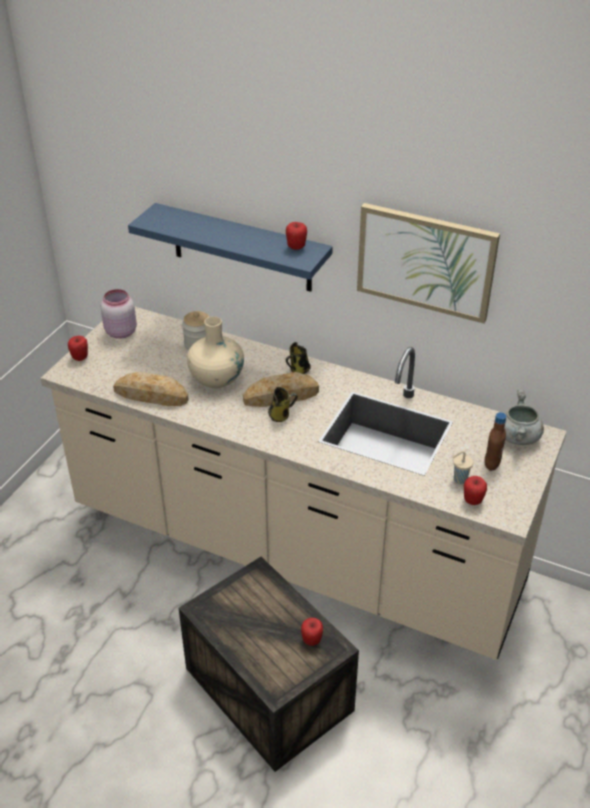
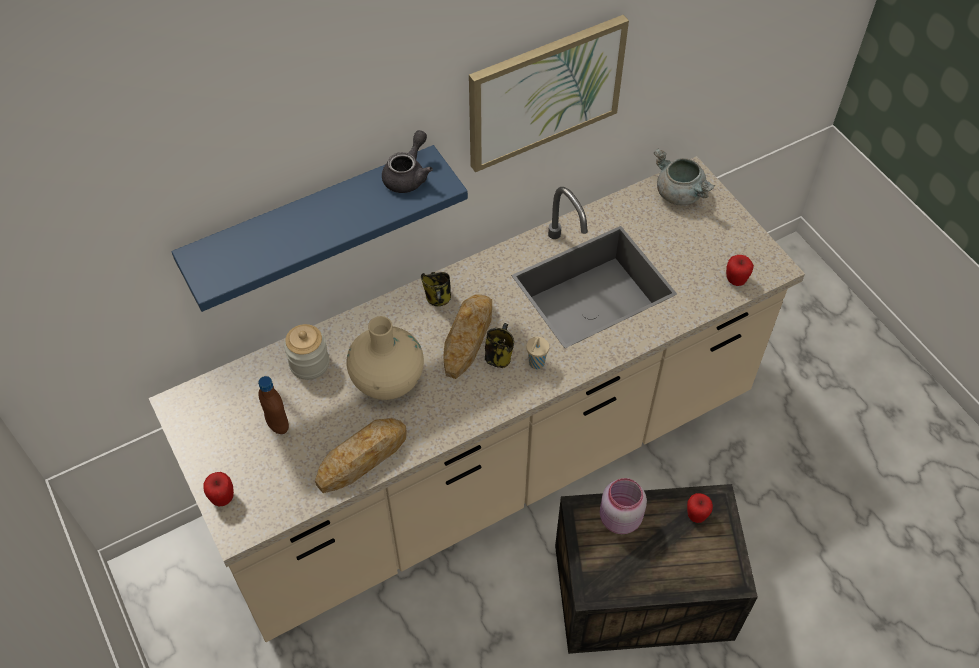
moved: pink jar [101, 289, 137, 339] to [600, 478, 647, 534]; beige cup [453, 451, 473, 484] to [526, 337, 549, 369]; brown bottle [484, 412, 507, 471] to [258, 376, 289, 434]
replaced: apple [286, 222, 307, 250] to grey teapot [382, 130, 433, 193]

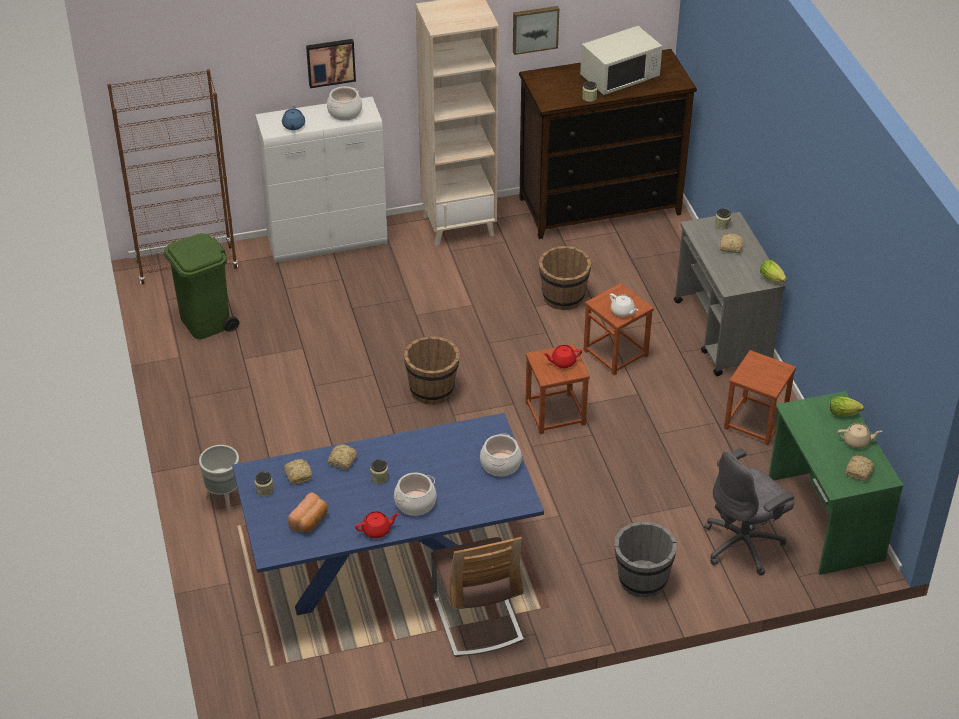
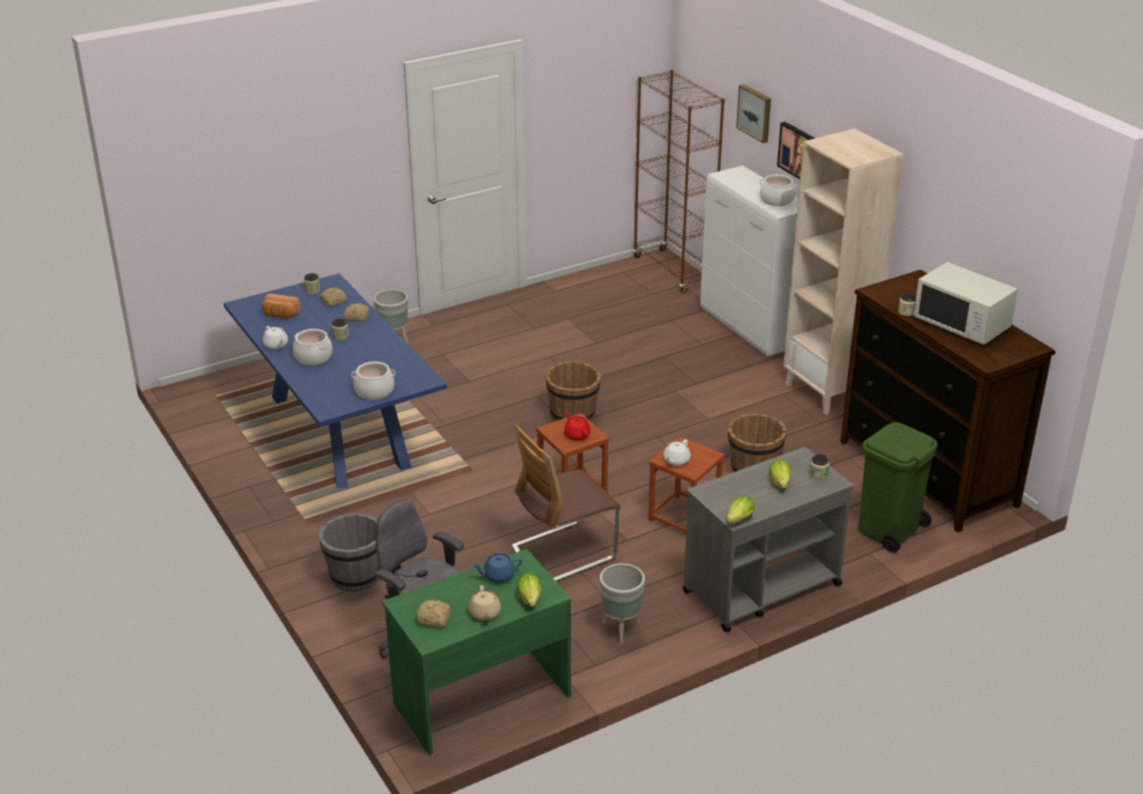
moved: green trash can [164, 233, 239, 339] to [858, 422, 937, 553]; blue teapot [282, 106, 305, 130] to [472, 553, 522, 583]; chair [431, 537, 524, 657] to [512, 424, 621, 581]; picture [513, 6, 559, 55] to [736, 84, 771, 143]
replaced: bread [720, 234, 743, 253] to lettuce [769, 459, 791, 488]; brown stool [724, 350, 796, 445] to grey planter [600, 563, 645, 644]
recoloured: red teapot [355, 511, 399, 538] to white teapot [262, 326, 288, 349]

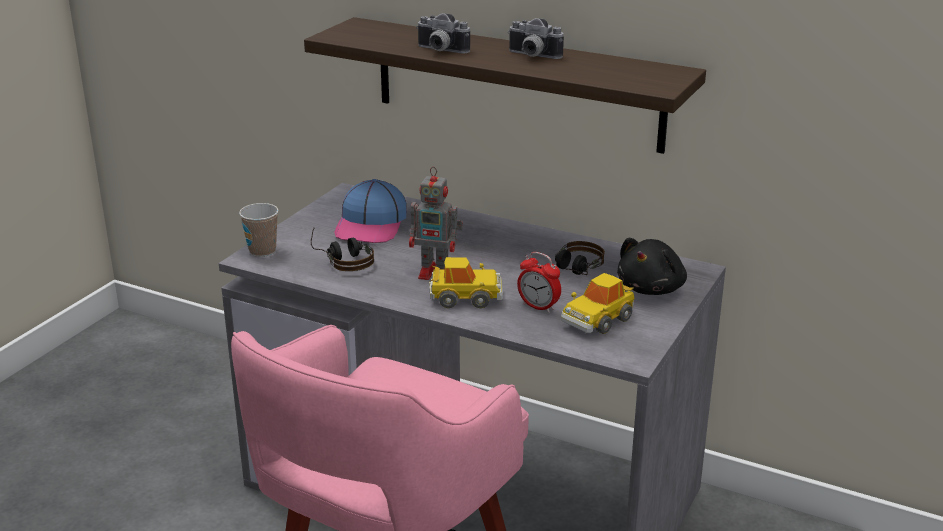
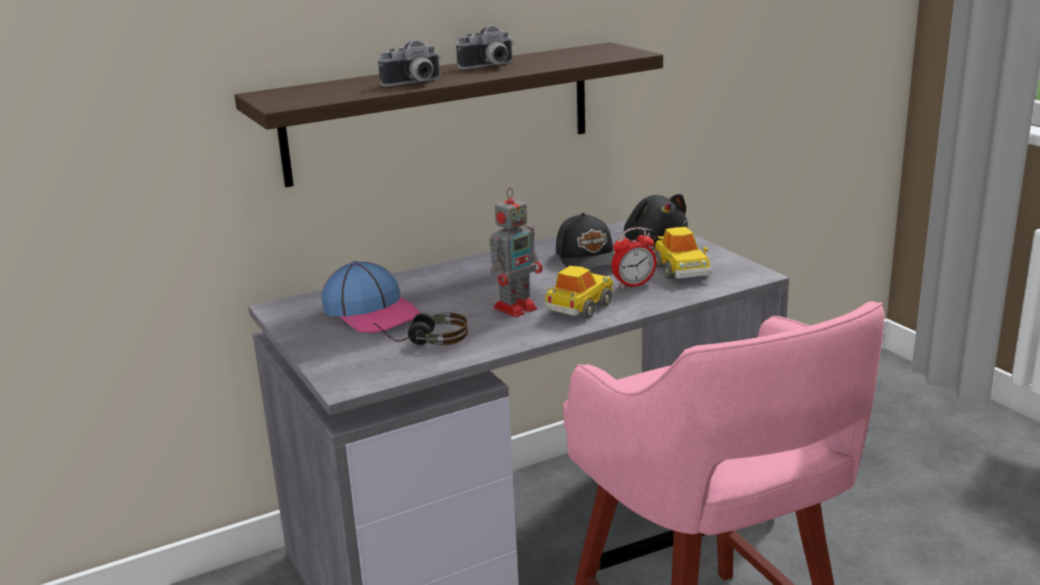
removed: cup [239, 203, 279, 257]
replaced: headphones [555, 241, 605, 275] to black cap [556, 213, 614, 269]

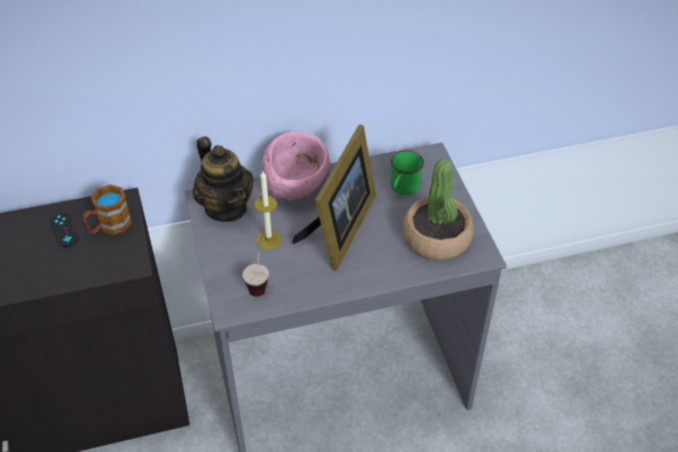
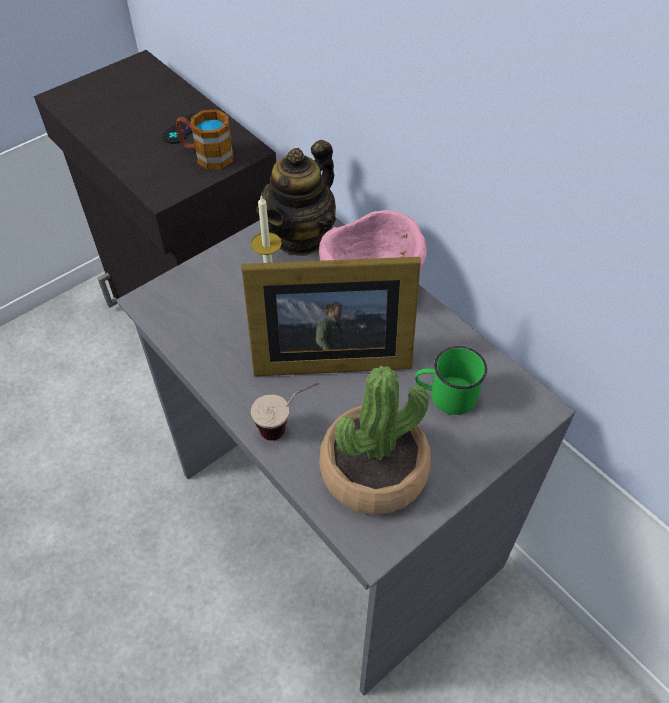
moved: cup [243, 236, 269, 296] to [251, 382, 319, 441]

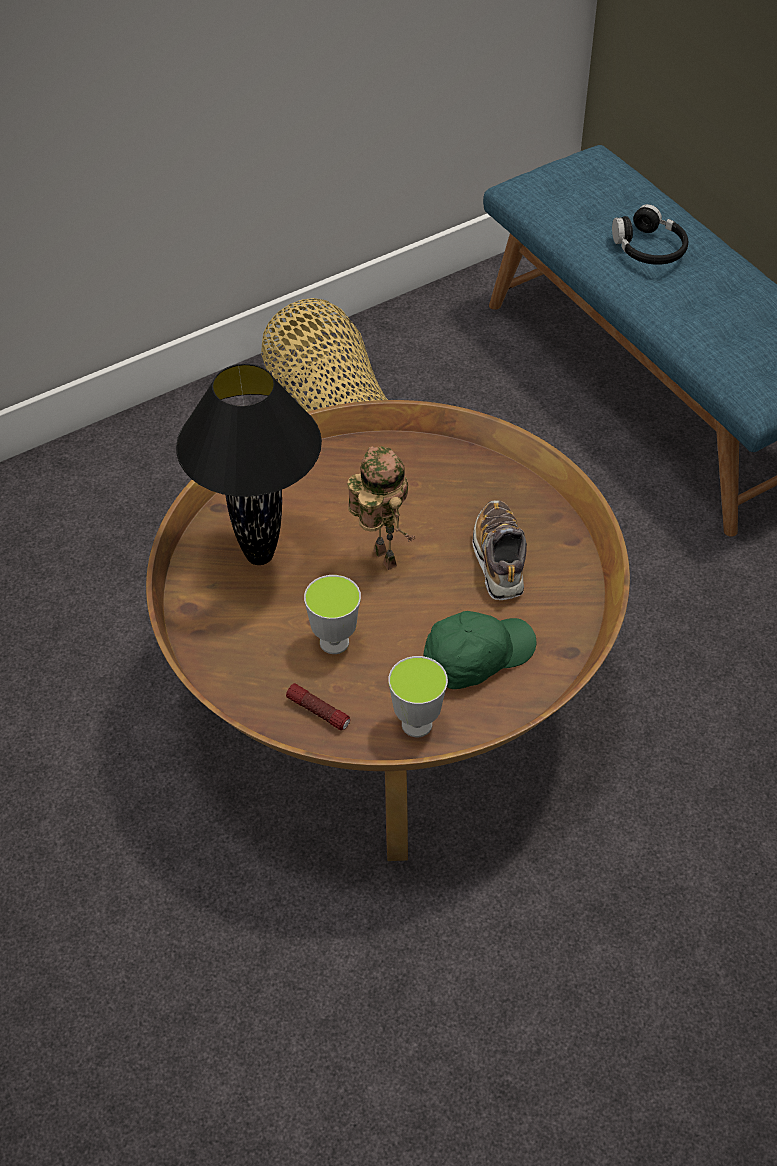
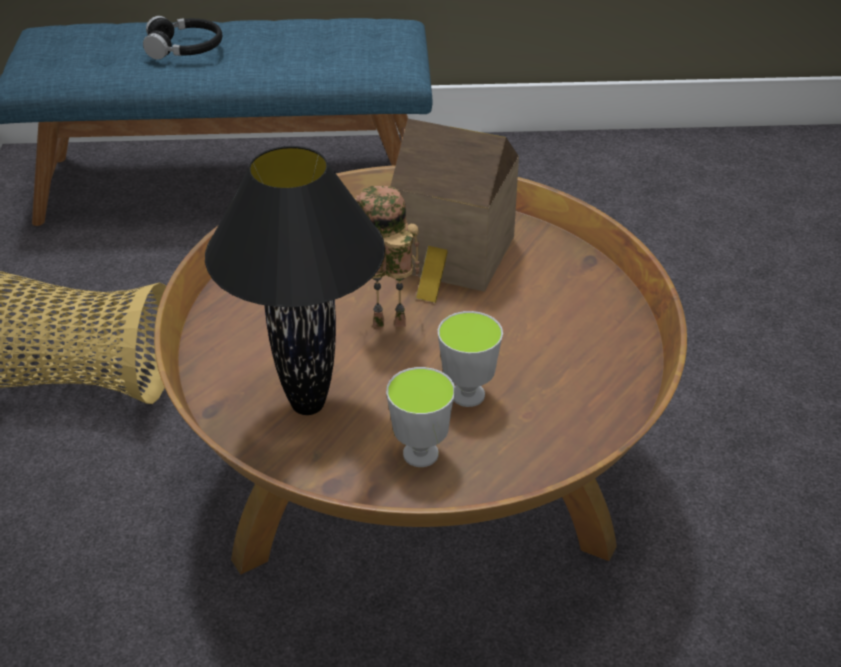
removed: flashlight [286, 683, 350, 730]; green cap [423, 611, 536, 689]
moved: cup [389, 656, 448, 737] to [386, 367, 455, 467]
replaced: shoe [472, 500, 527, 600] to toy house [391, 119, 519, 303]

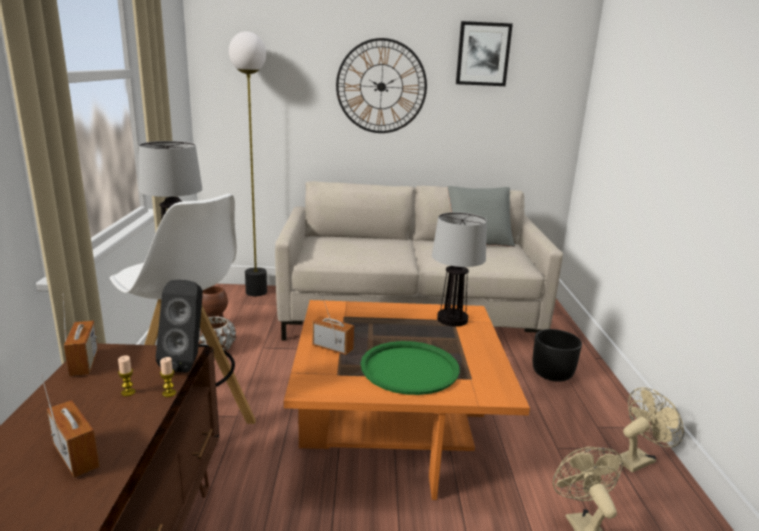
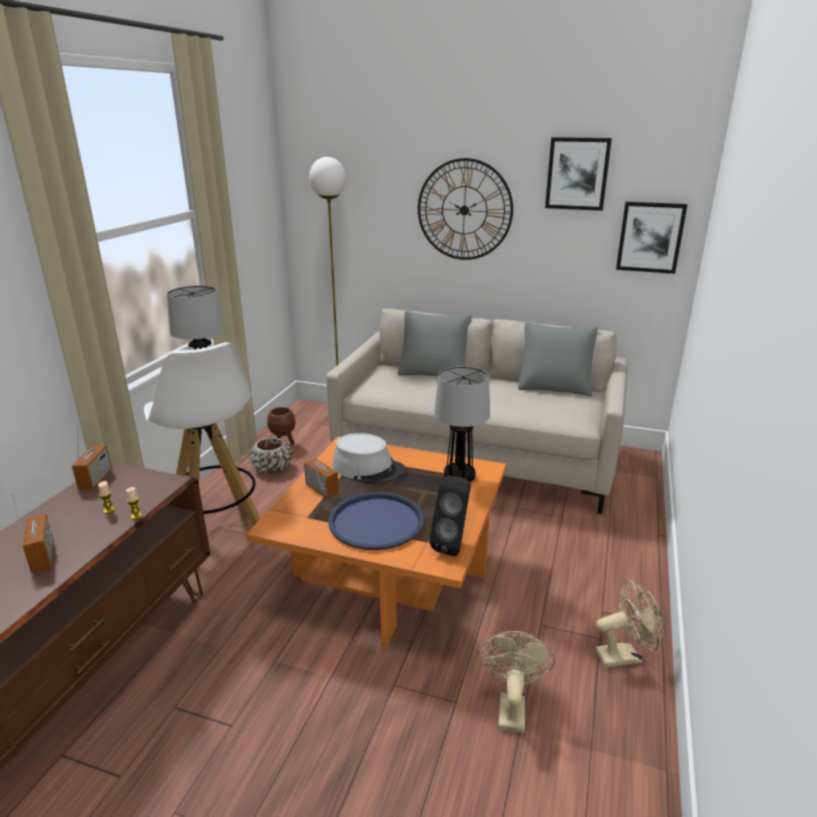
removed: black planter [533, 329, 582, 382]
added: grey hat [332, 433, 405, 484]; grey pillow [398, 311, 472, 376]; picture [616, 202, 687, 274]
moved: black speaker [156, 280, 203, 373] to [429, 476, 471, 556]
recoloured: green tray [361, 341, 460, 395] to blue tray [328, 492, 424, 550]

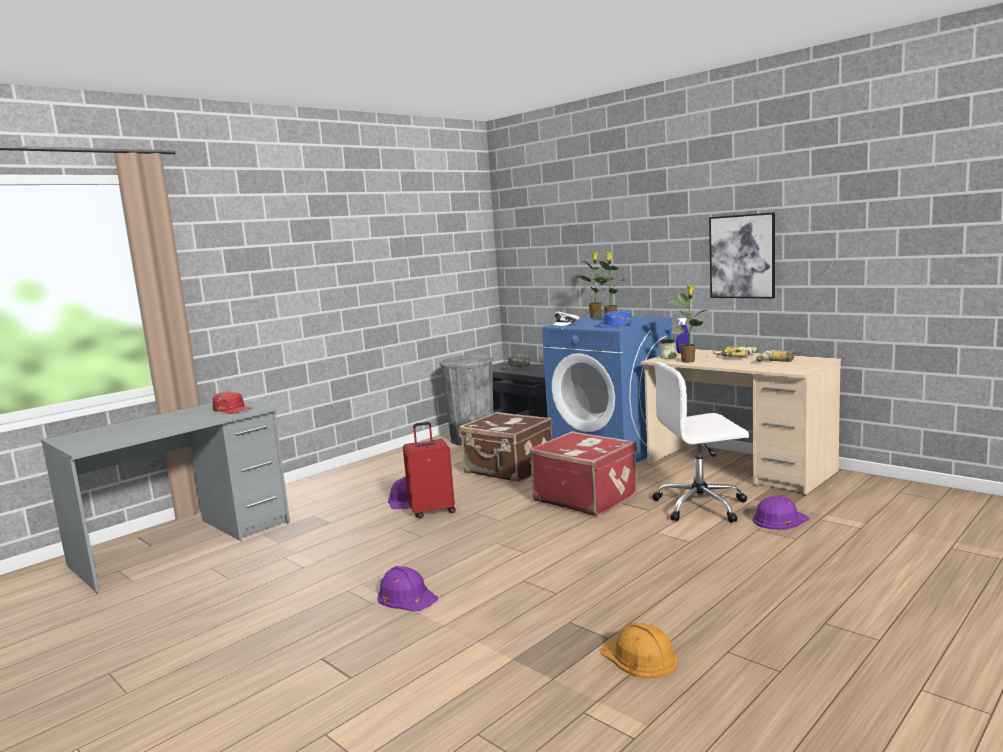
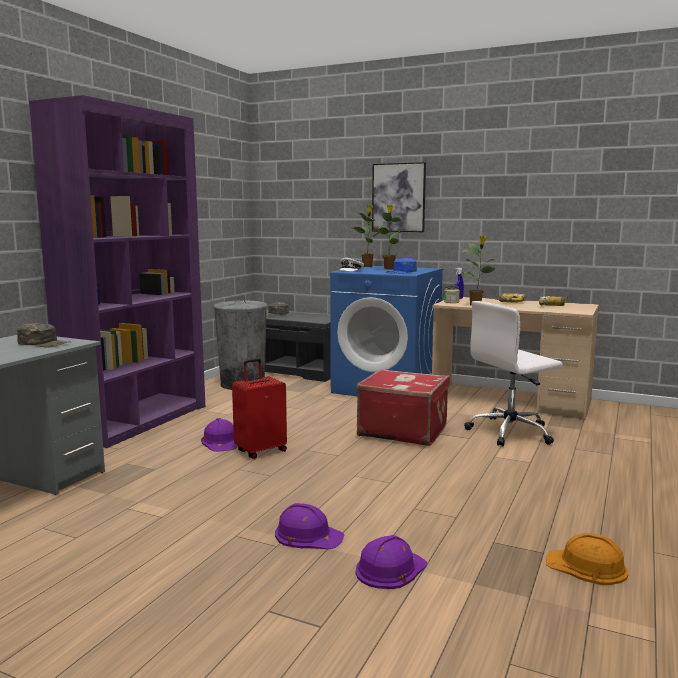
removed: brown suitcase [459, 412, 553, 482]
added: purple bookcase [29, 95, 205, 448]
moved: picture [709, 213, 775, 298] to [372, 162, 426, 232]; purple hard hat [753, 495, 809, 530] to [355, 535, 427, 589]
recoloured: red cap [213, 391, 253, 414] to green cap [17, 323, 70, 348]

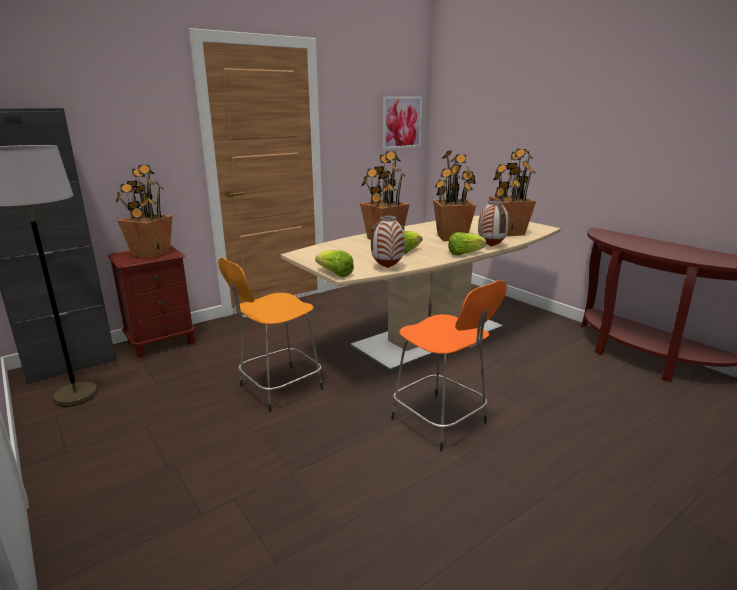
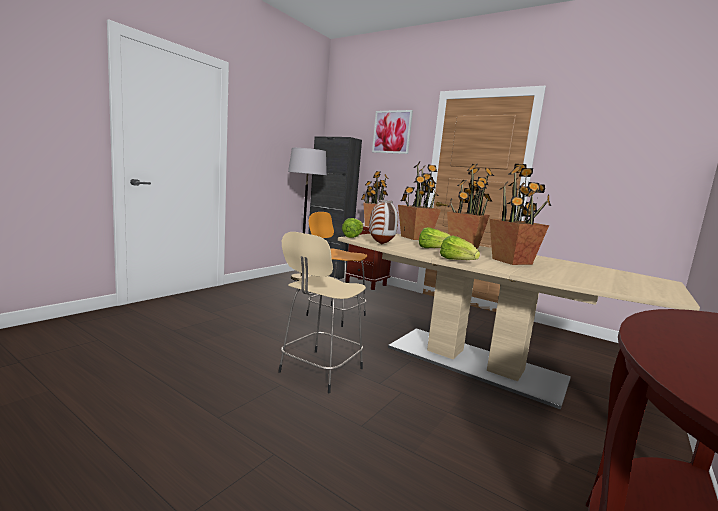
removed: vase [478, 200, 509, 247]
moved: picture [382, 96, 422, 149] to [372, 110, 413, 154]; potted plant [489, 149, 536, 236] to [398, 161, 441, 240]
recoloured: orange stool [391, 280, 507, 452] to beige stool [278, 232, 366, 393]

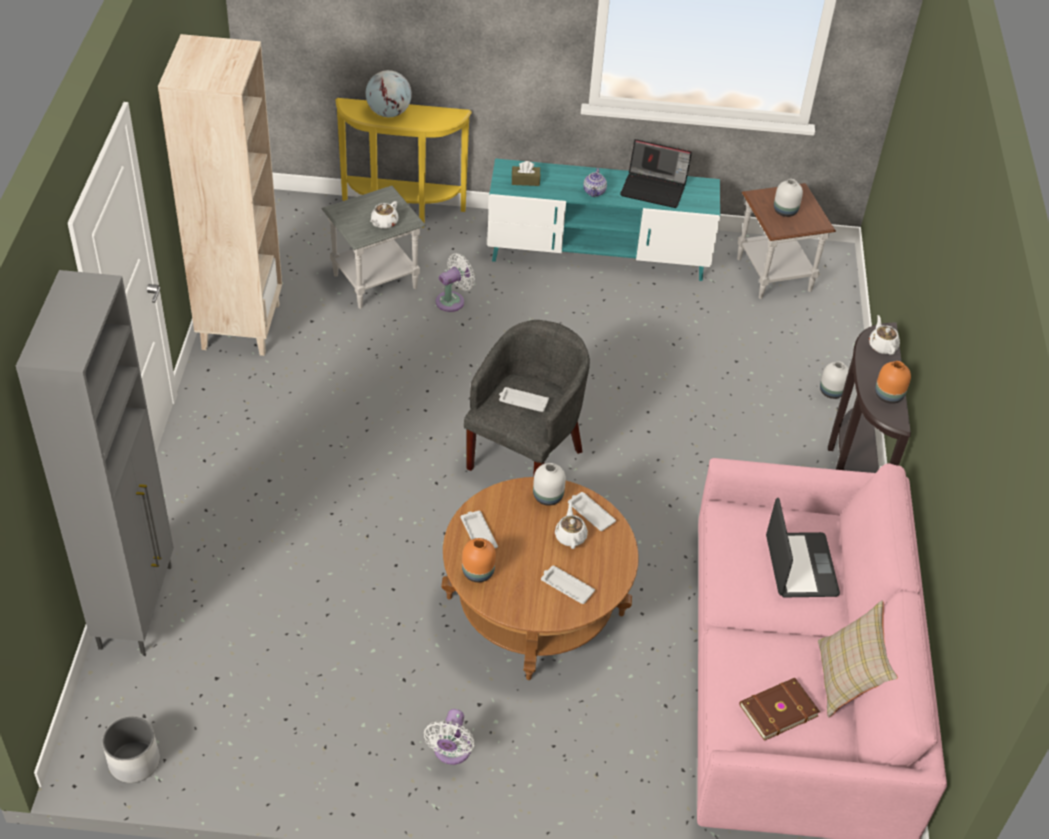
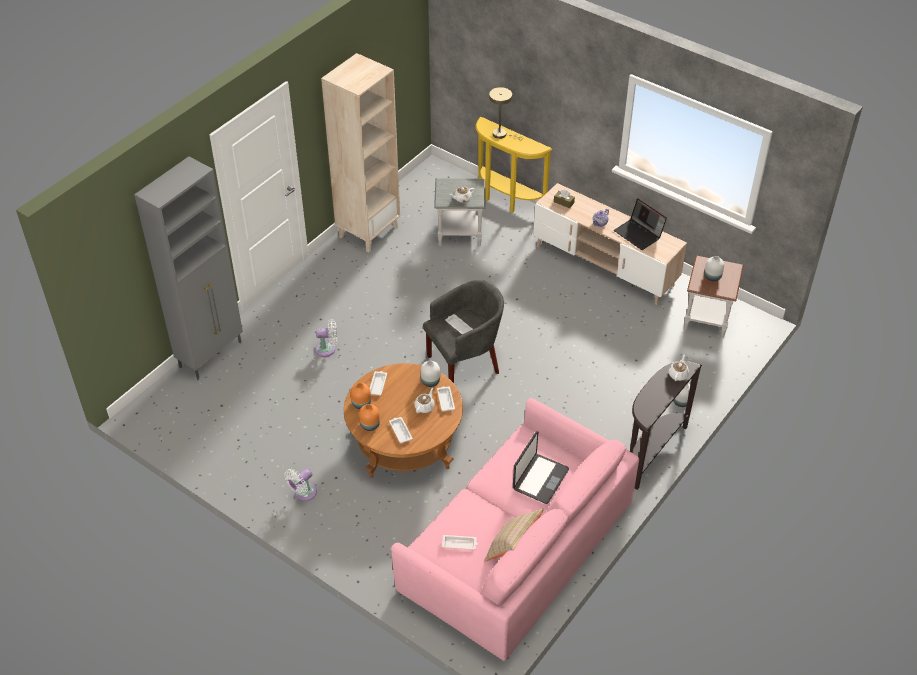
removed: white planter [102, 716, 160, 783]
moved: white fan [436, 253, 475, 312] to [315, 319, 337, 357]; orange vase [875, 361, 911, 404] to [359, 404, 380, 431]
replaced: globe [366, 70, 412, 117] to beige table lamp [489, 87, 523, 140]; brown book [739, 678, 820, 741] to white tray [442, 535, 478, 550]
recoloured: turquoise tv stand [487, 158, 720, 281] to beige tv stand [533, 183, 687, 305]

